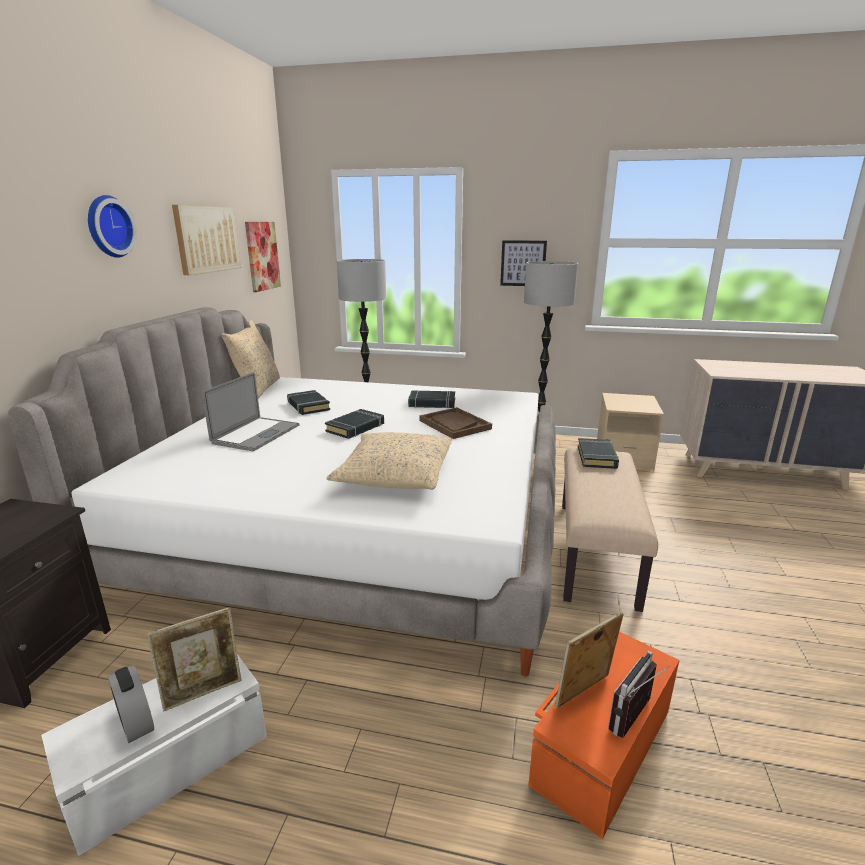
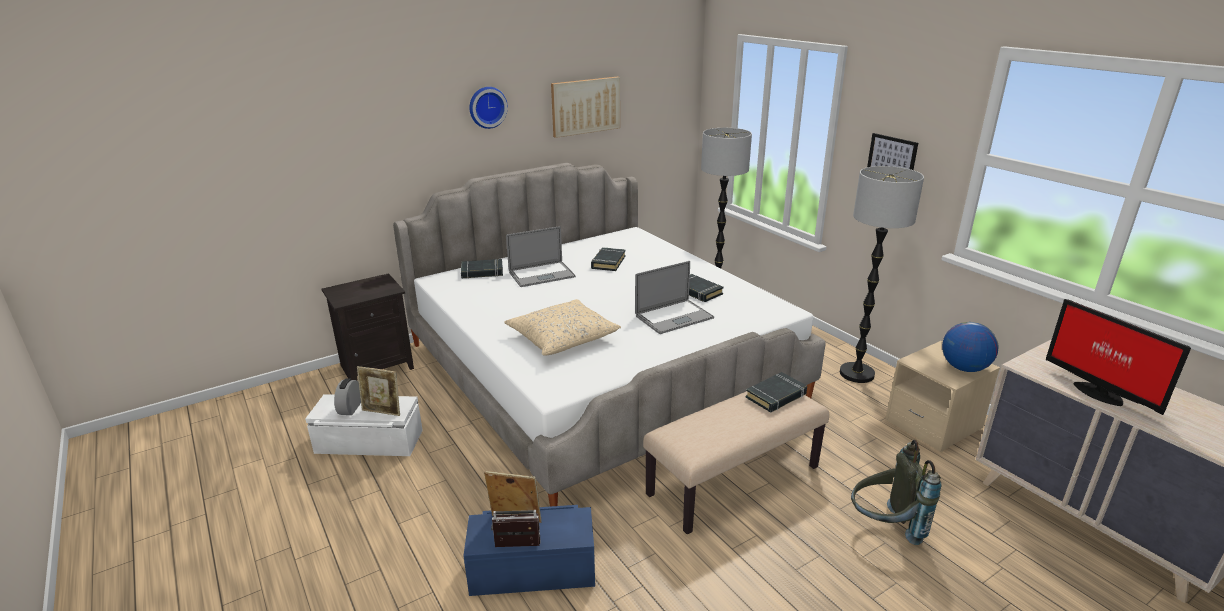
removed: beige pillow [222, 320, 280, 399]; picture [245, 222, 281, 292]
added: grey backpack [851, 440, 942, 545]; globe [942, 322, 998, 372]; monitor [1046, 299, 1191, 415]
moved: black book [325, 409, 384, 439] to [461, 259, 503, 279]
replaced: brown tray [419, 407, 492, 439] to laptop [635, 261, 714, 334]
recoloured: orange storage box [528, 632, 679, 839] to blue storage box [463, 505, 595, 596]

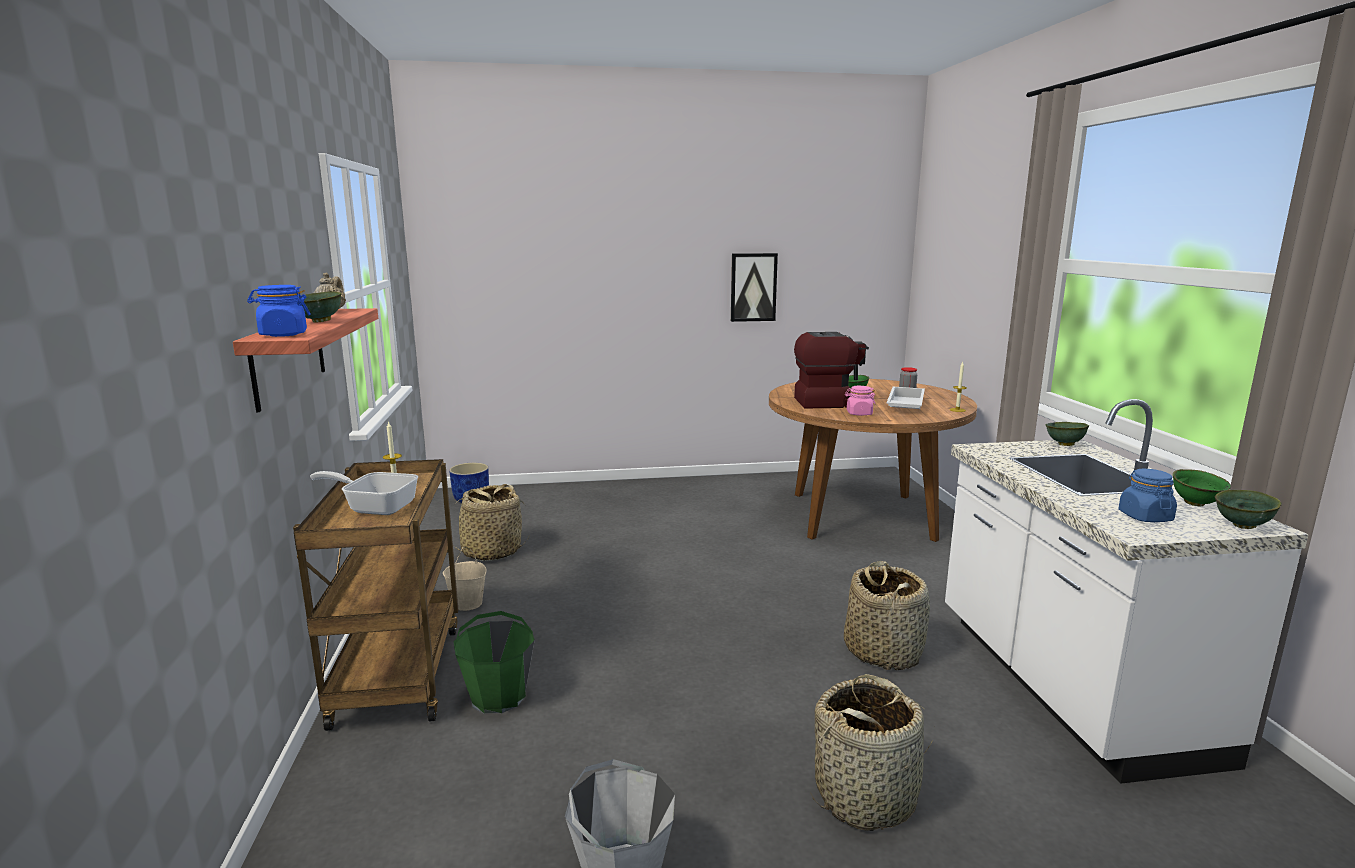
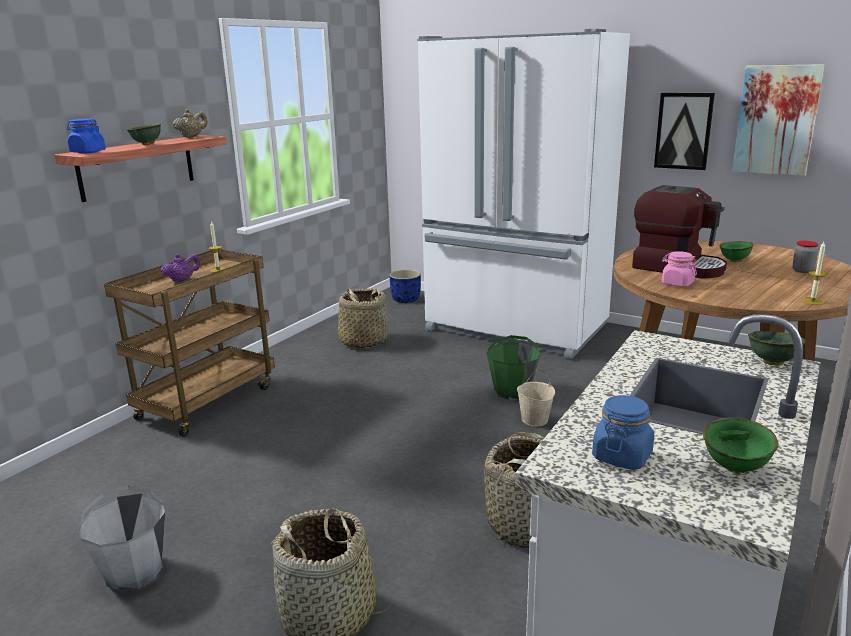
removed: white tray [886, 387, 925, 409]; green bowl [1215, 490, 1282, 529]
added: white fridge [417, 29, 630, 359]; picture [732, 64, 824, 176]
moved: beige bucket [443, 547, 487, 611] to [517, 369, 555, 426]; green bucket [453, 611, 535, 714] to [487, 335, 541, 400]
replaced: frying pan [310, 471, 418, 515] to purple teapot [161, 253, 200, 282]

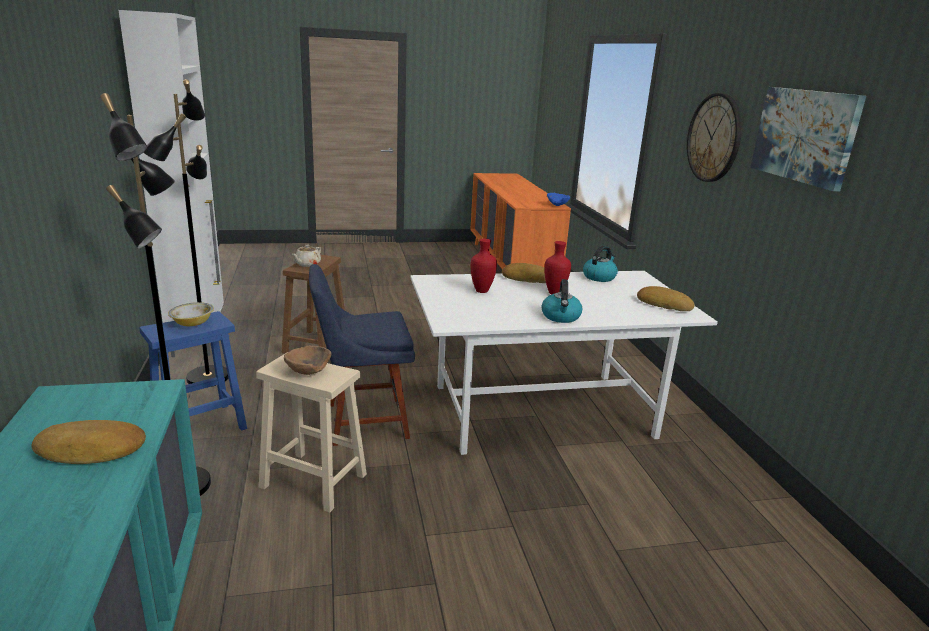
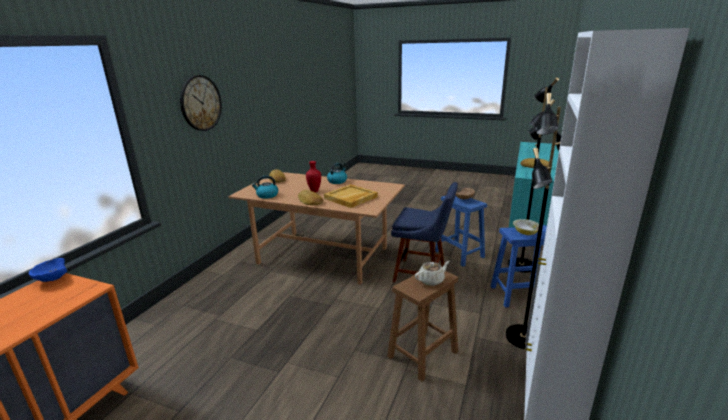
removed: picture [750, 87, 866, 191]
replaced: red vase [470, 239, 497, 293] to beige tray [324, 184, 378, 208]
recoloured: beige stool [256, 352, 367, 513] to blue stool [435, 195, 487, 267]; white dining table [410, 271, 718, 455] to brown dining table [228, 172, 405, 285]

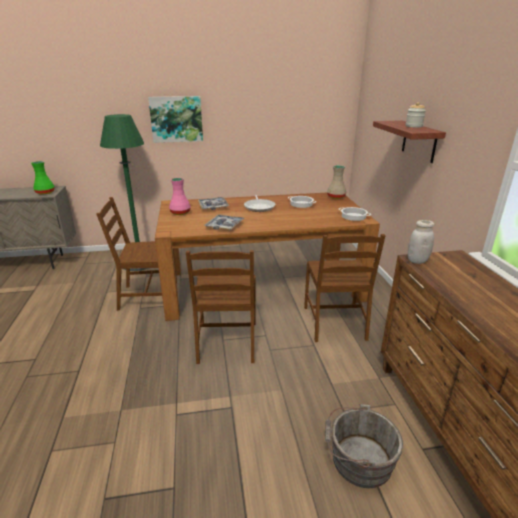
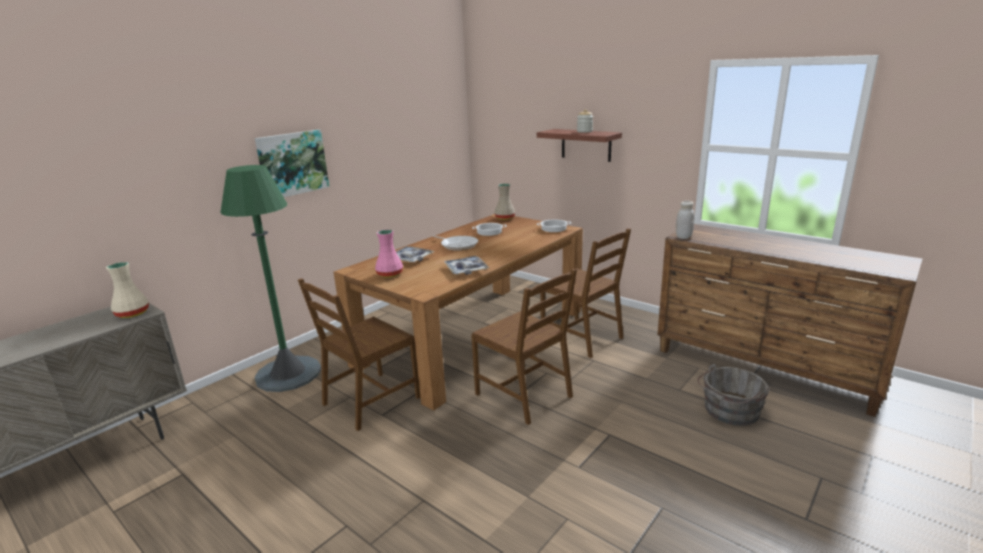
recoloured: green vase [31, 161, 54, 195] to beige vase [106, 262, 149, 318]

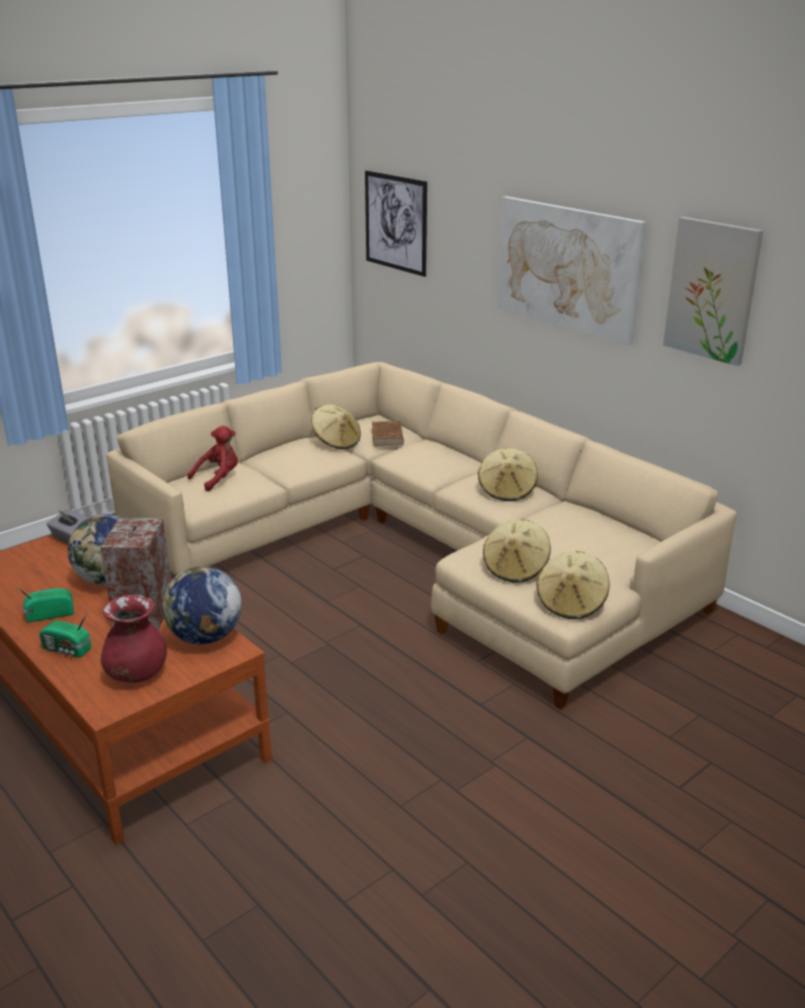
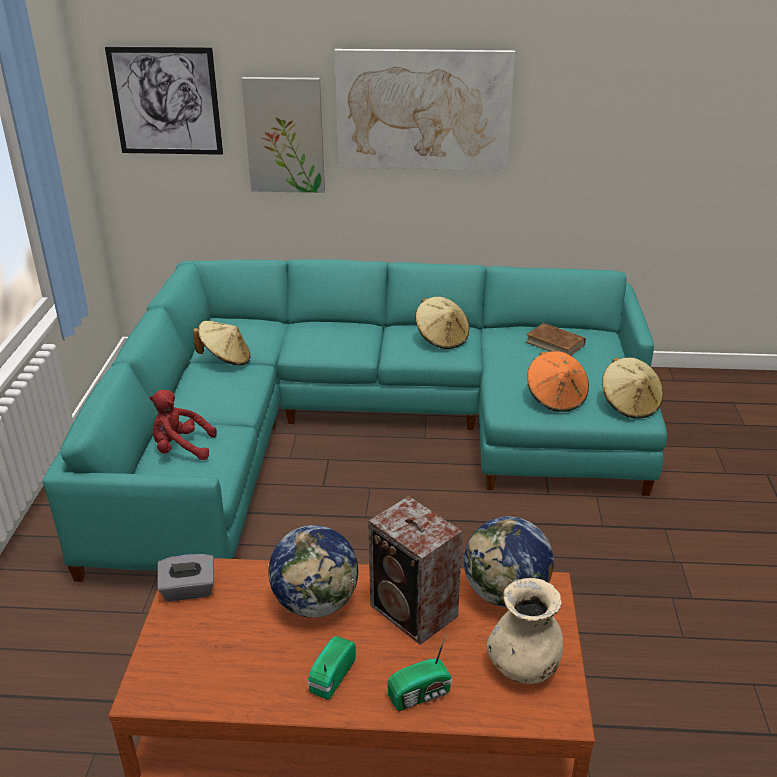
moved: brown book [372, 421, 404, 446] to [526, 323, 586, 356]; picture [663, 217, 763, 366] to [241, 77, 325, 193]
recoloured: red vase [101, 595, 167, 683] to beige vase [487, 578, 563, 684]; beige sofa [106, 362, 737, 710] to turquoise sofa [43, 259, 667, 582]; beige hat [483, 519, 551, 583] to orange hat [527, 351, 589, 412]
turned: red plush toy [188, 426, 238, 492] = [149, 390, 217, 460] 90 degrees counterclockwise

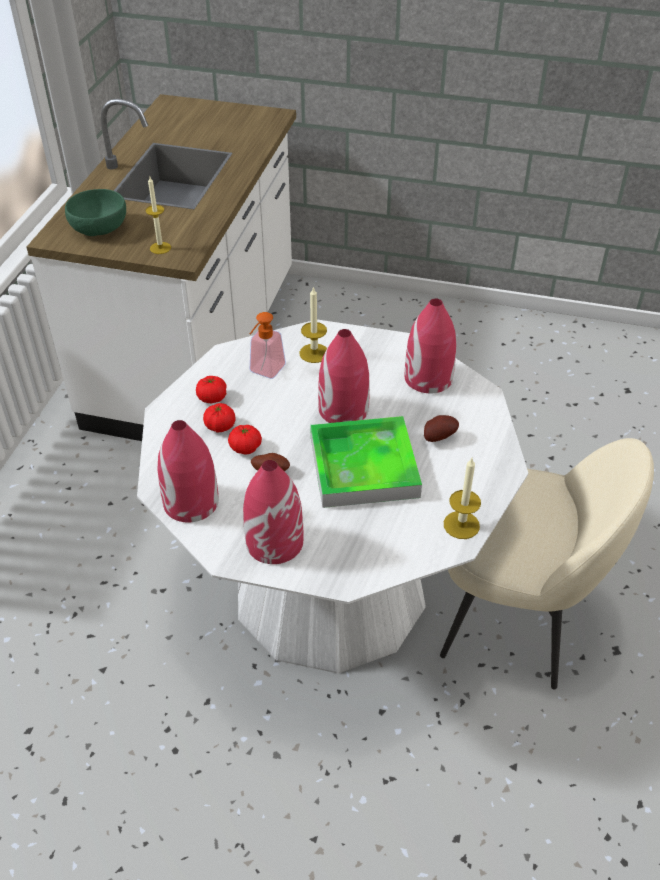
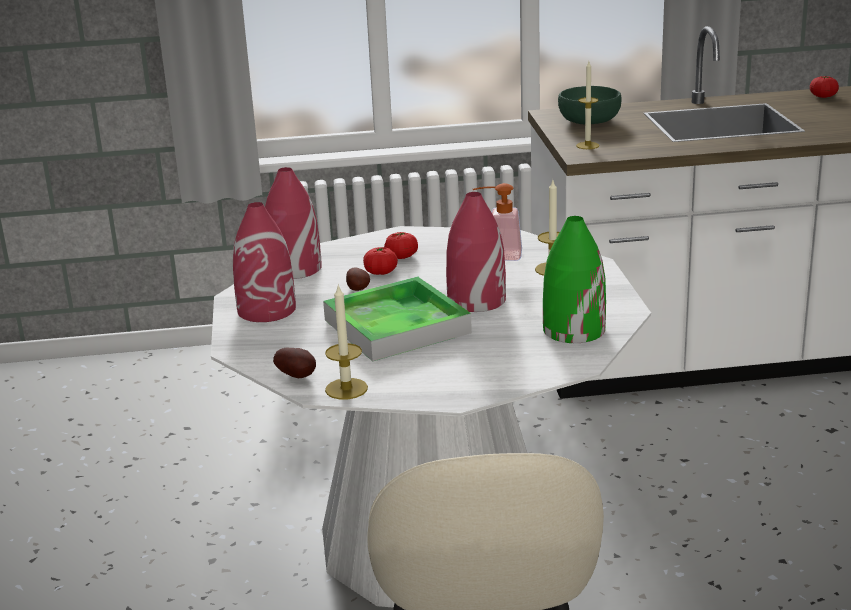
moved: tomato [196, 376, 227, 403] to [810, 76, 839, 98]; potato [424, 415, 459, 442] to [273, 348, 316, 378]
recoloured: red vase [405, 298, 456, 393] to green vase [543, 216, 606, 343]

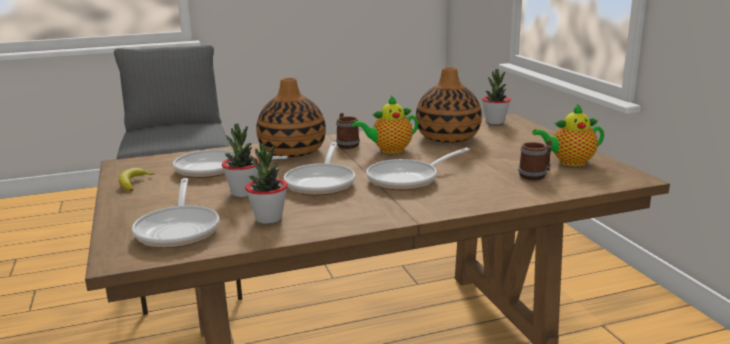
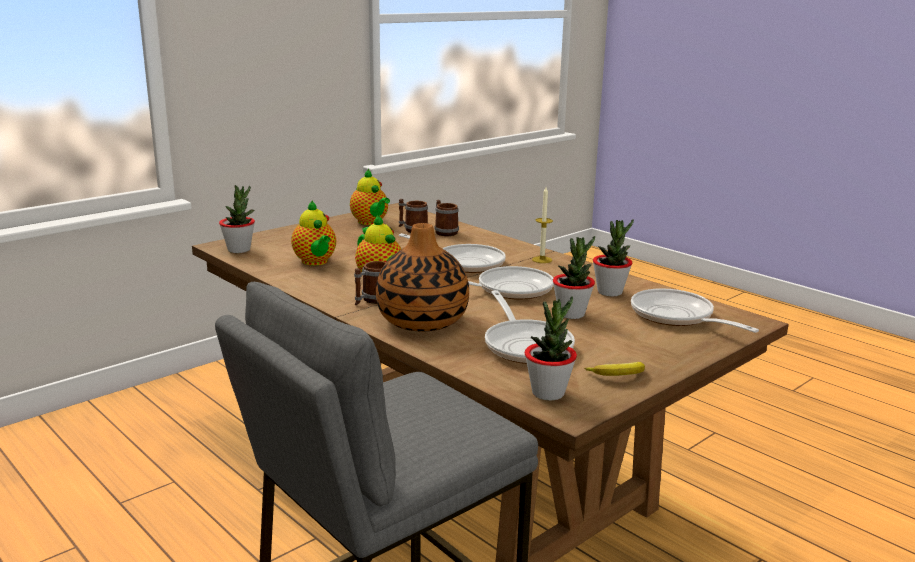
added: mug [435, 200, 459, 236]; potted plant [524, 296, 577, 401]; candle [532, 187, 553, 263]
replaced: vase [416, 67, 482, 143] to teapot [291, 201, 336, 266]
turned: frying pan [132, 178, 219, 248] = [631, 288, 759, 333] 90 degrees counterclockwise

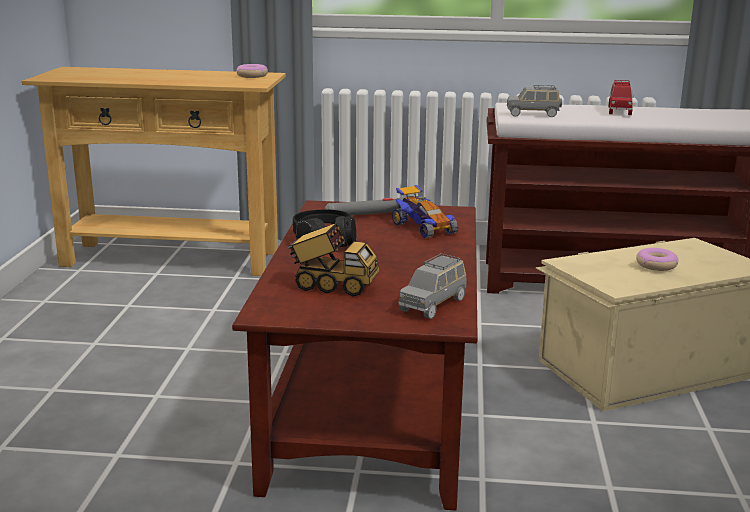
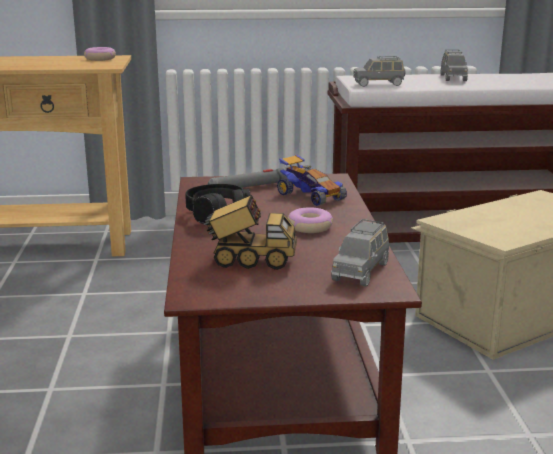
moved: donut [636, 248, 678, 271] to [288, 207, 333, 233]
recoloured: red toy car [608, 80, 634, 115] to grey toy car [441, 50, 468, 81]

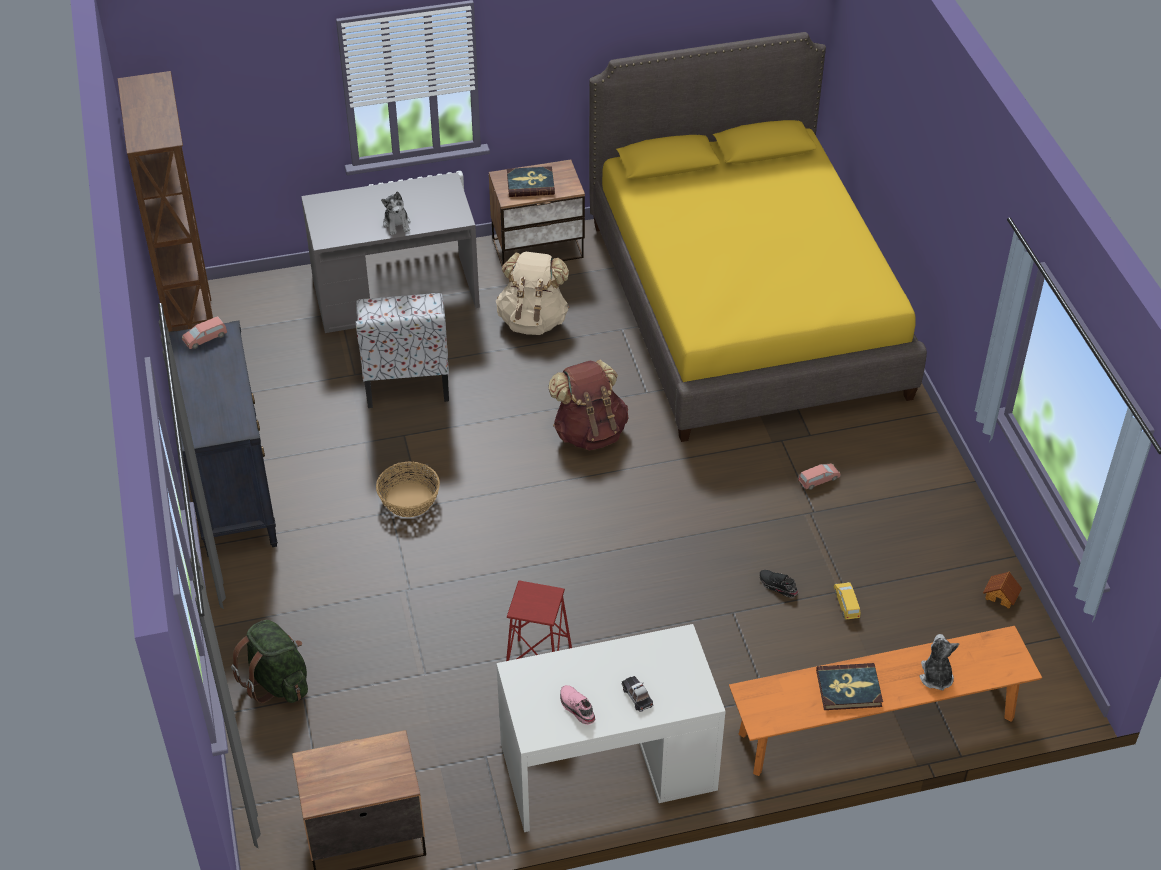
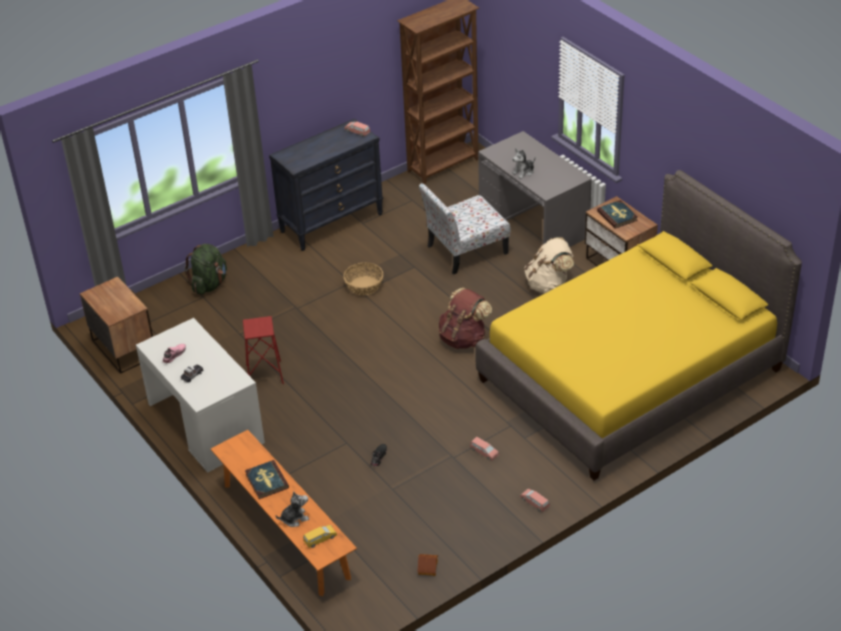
added: pink toy car [520, 489, 550, 512]
moved: yellow toy car [834, 582, 861, 620] to [303, 525, 337, 548]

